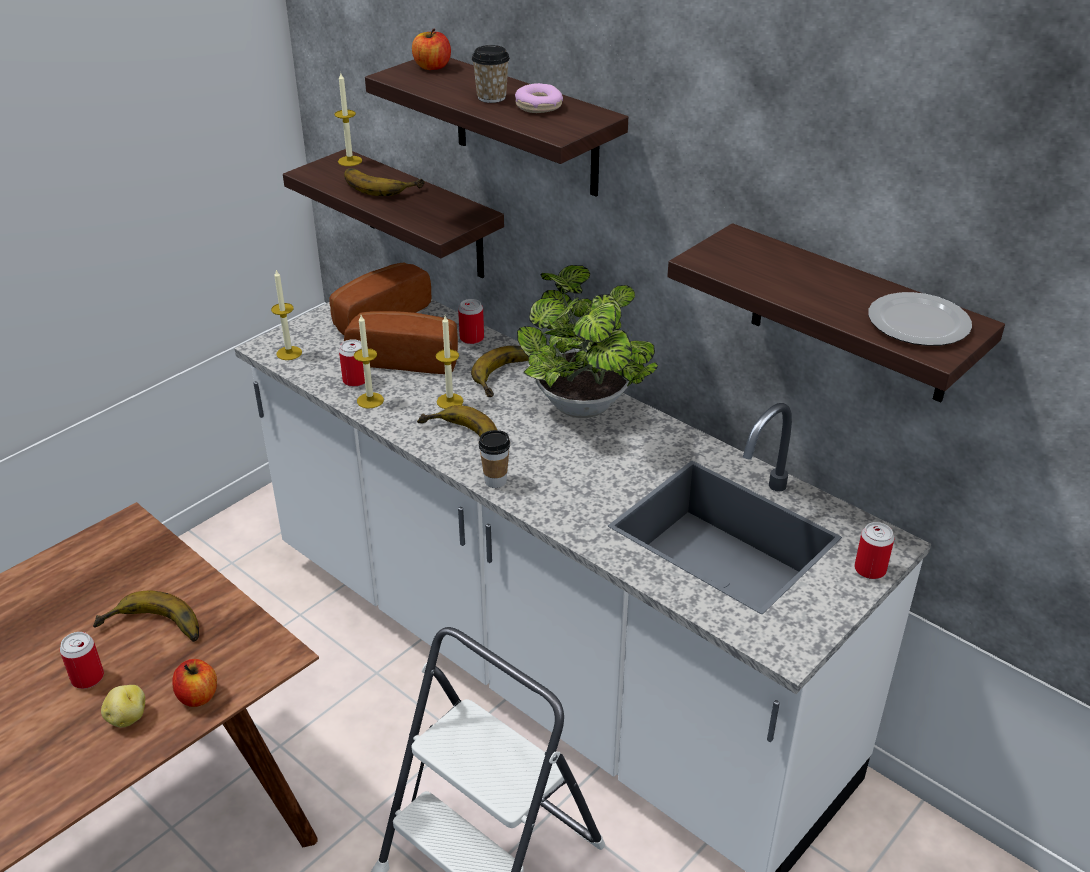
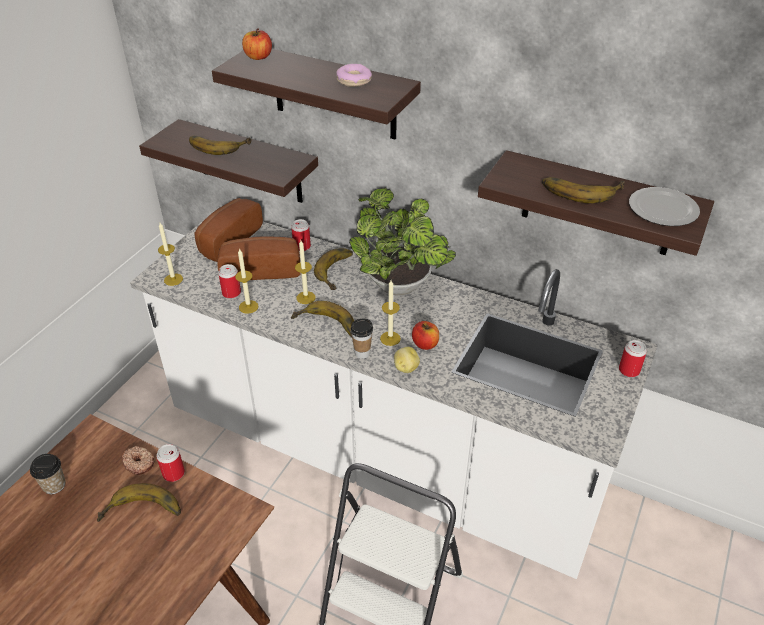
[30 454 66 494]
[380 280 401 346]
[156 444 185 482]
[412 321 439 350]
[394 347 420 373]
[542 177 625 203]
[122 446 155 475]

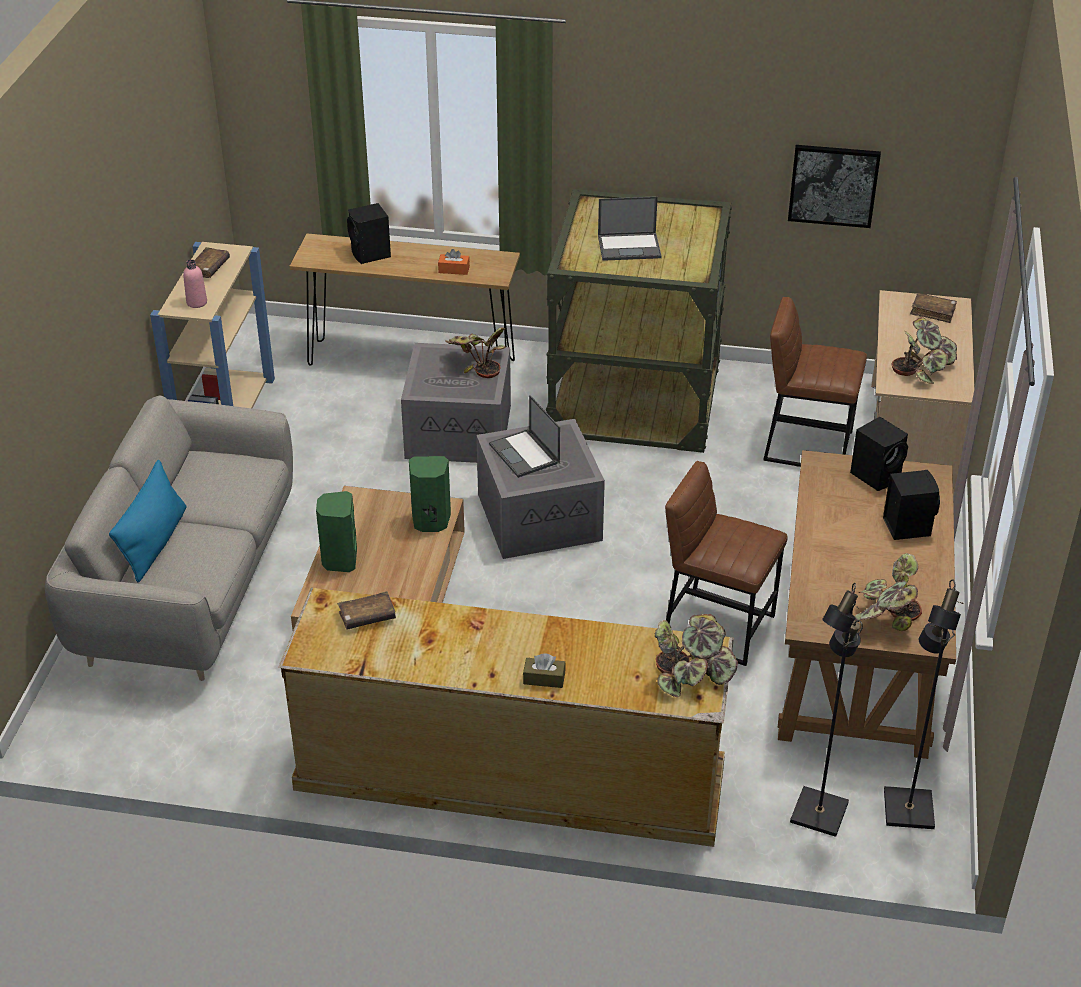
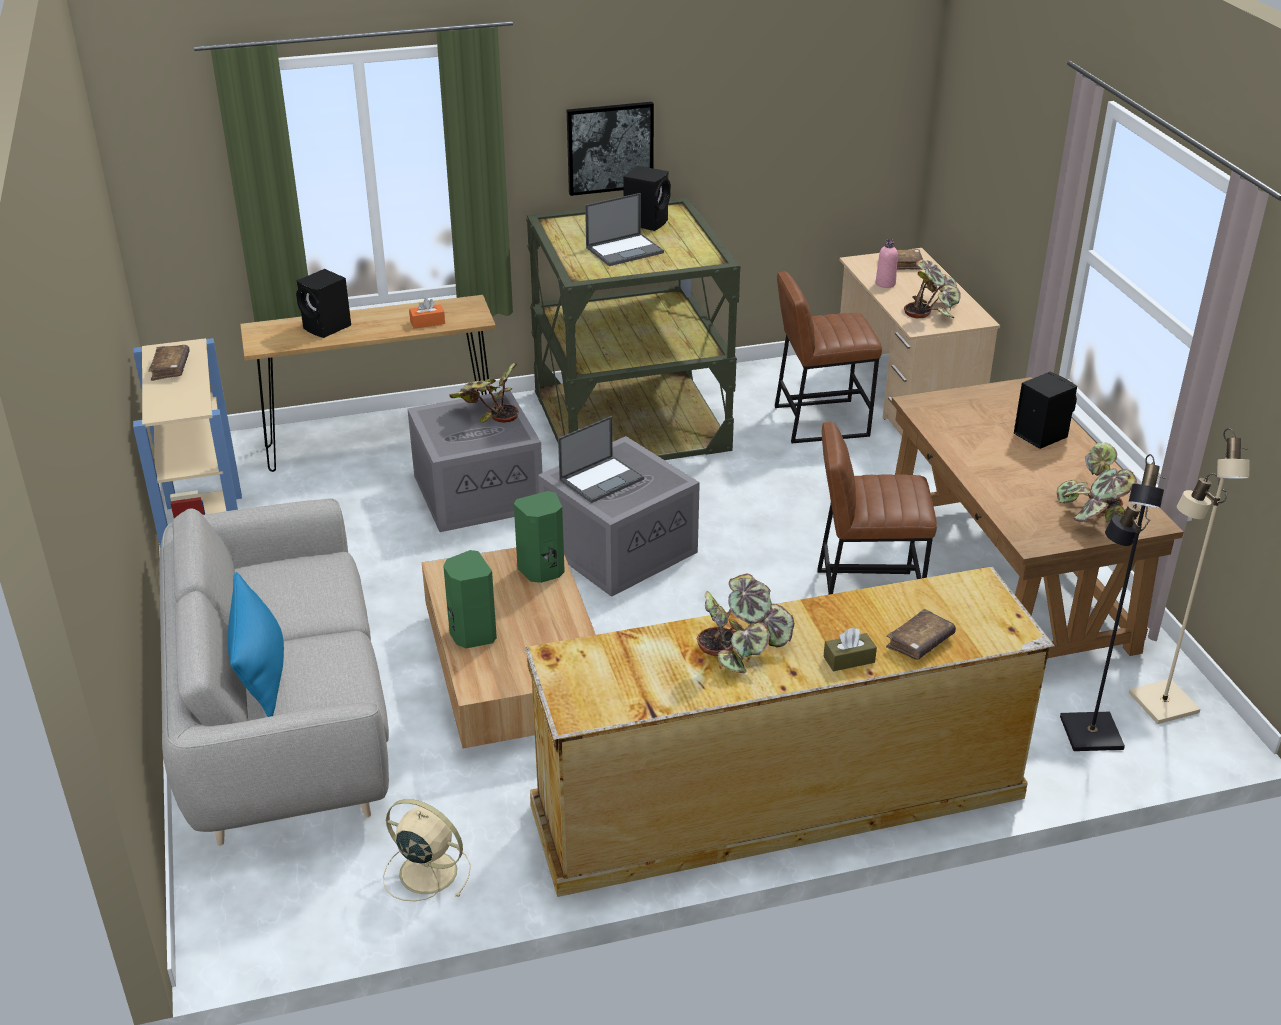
[567 102 654 196]
[876 239 898 288]
[558 416 644 503]
[623 166 671 231]
[1129 428 1250 724]
[886 609 956 660]
[697 573 794 673]
[383 799 471 901]

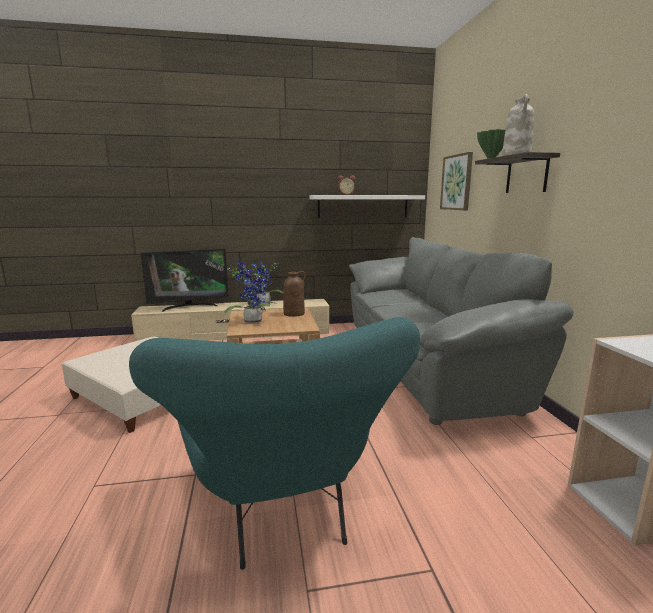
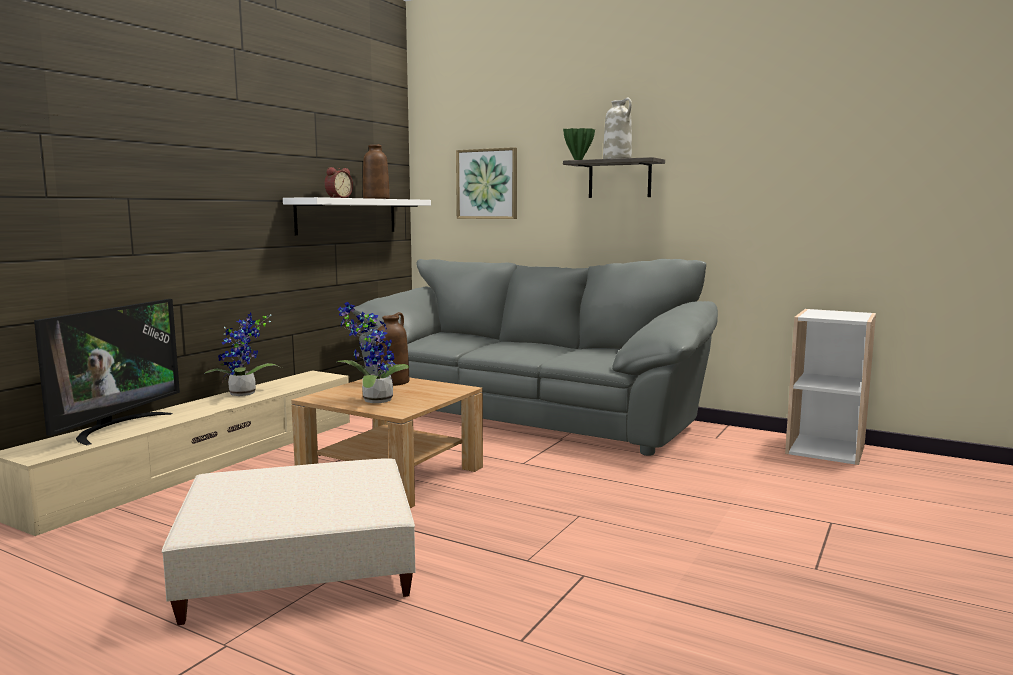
[129 317 420 570] (first image)
[363 144 390 199]

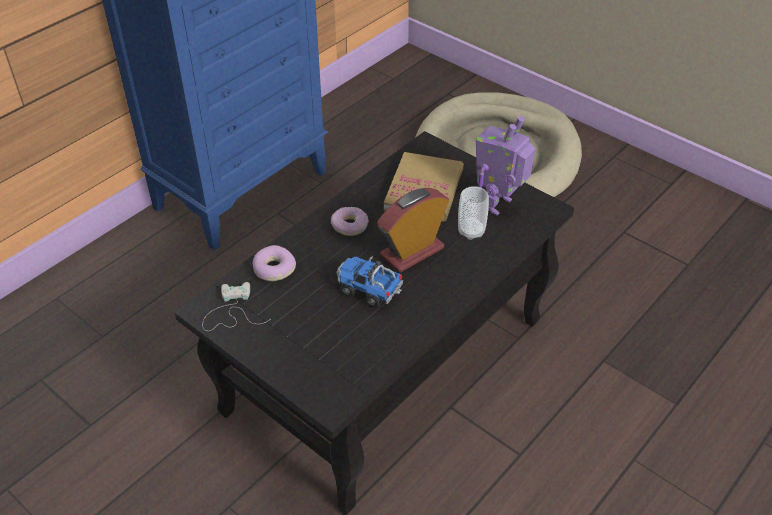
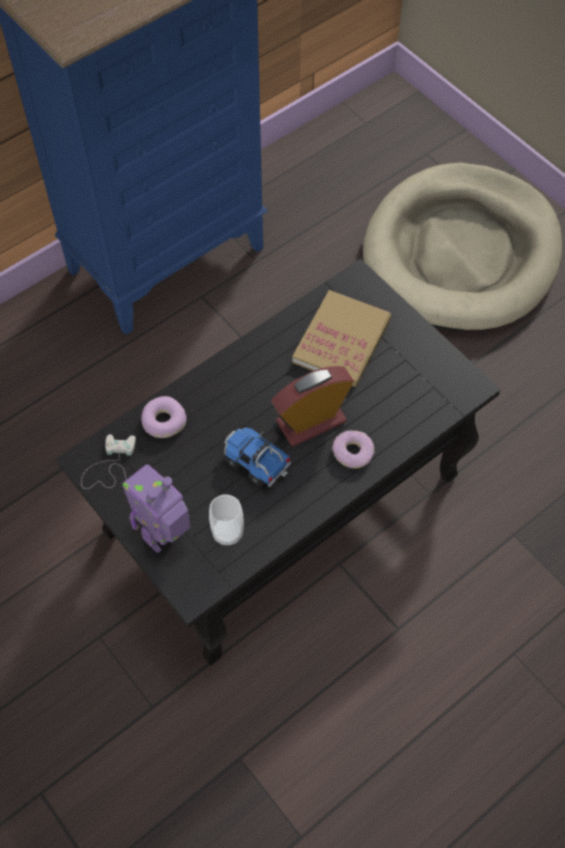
[122 465 190 553]
[209 494 243 545]
[332 430 375 469]

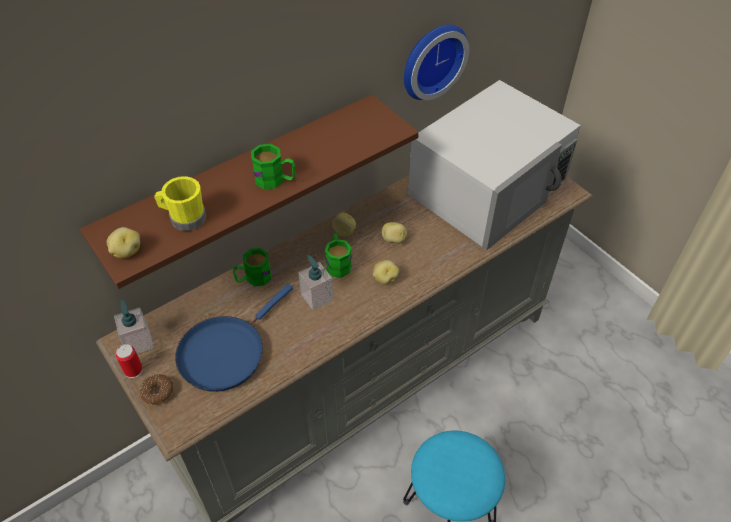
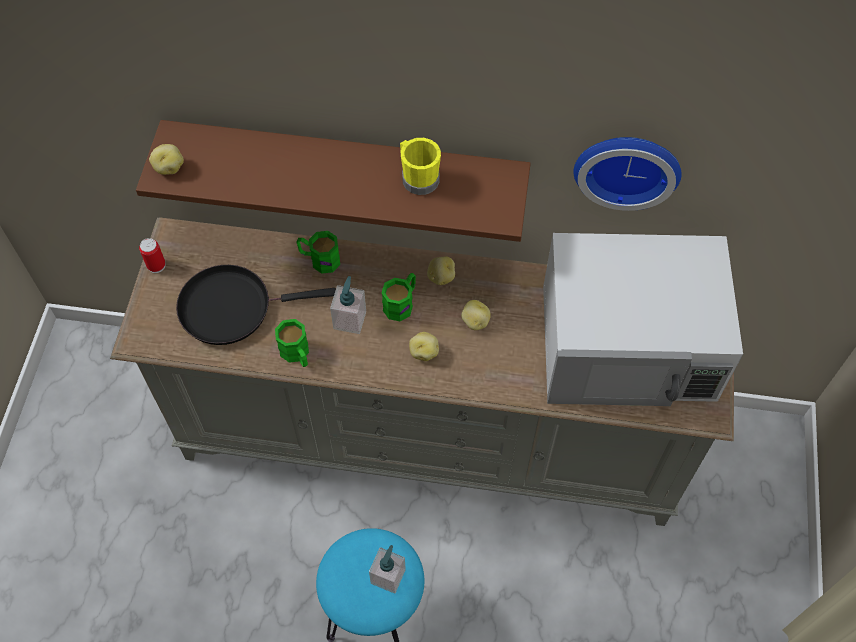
[275 319 309 367]
[400 138 441 195]
[176 265 336 345]
[369 545 406 594]
[140 374 174 405] (first image)

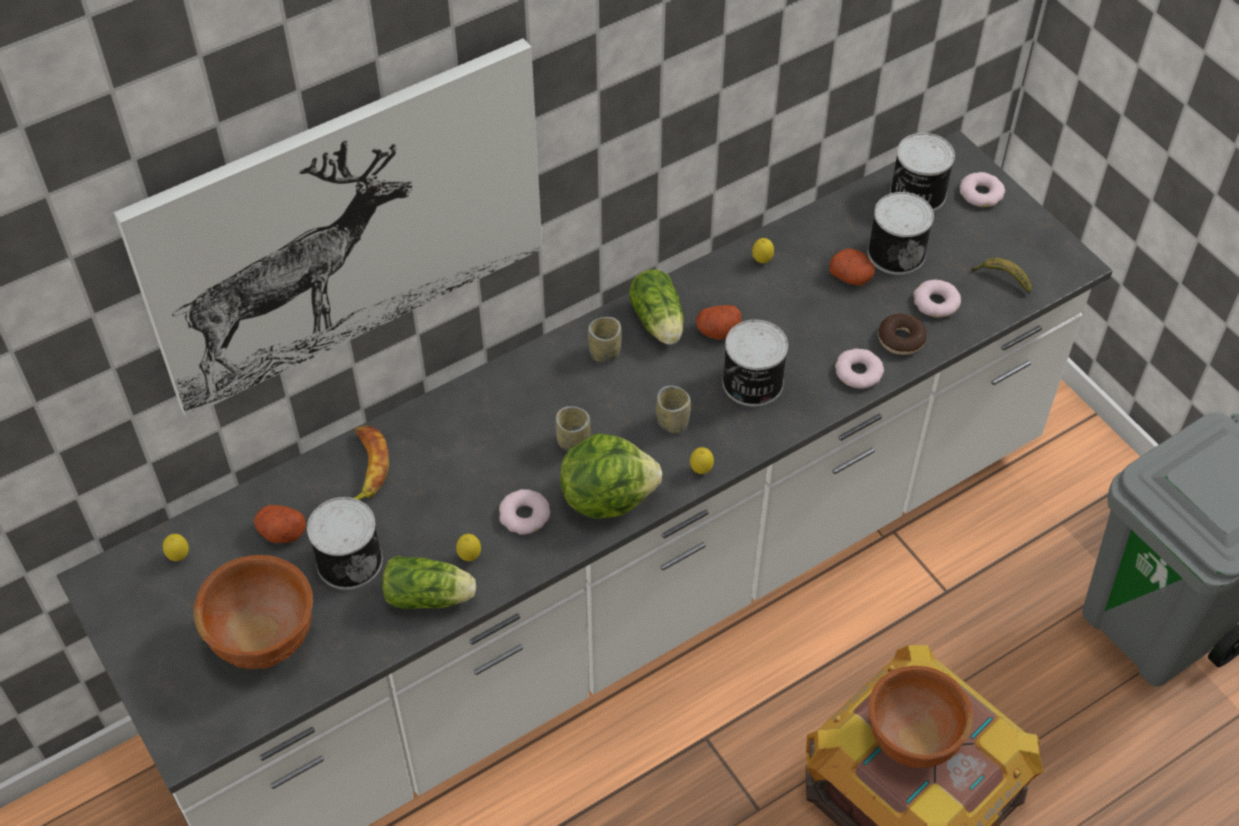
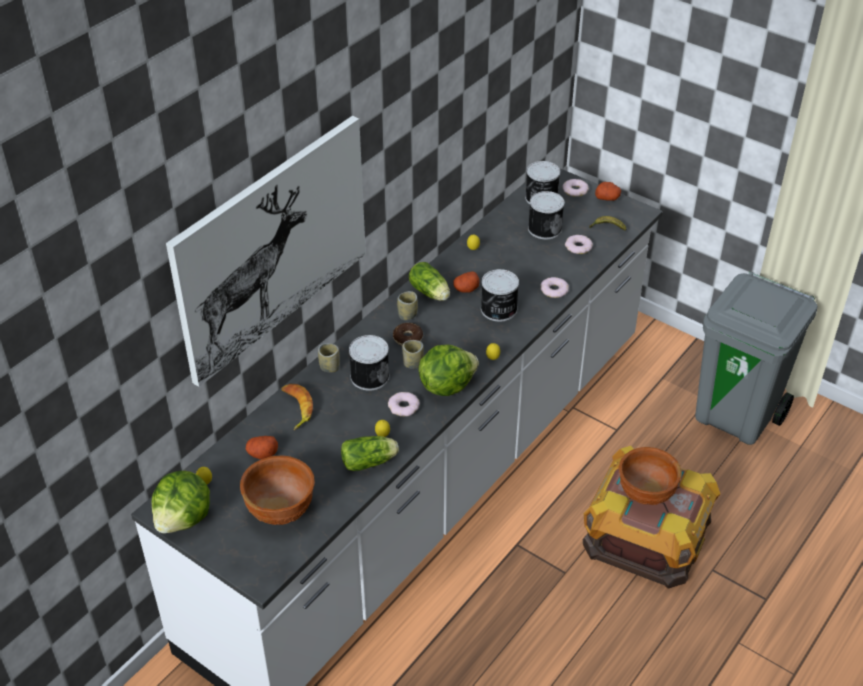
[595 182 621 201]
[393 323 423 346]
[318 343 340 373]
[349 335 389 391]
[152 471 210 533]

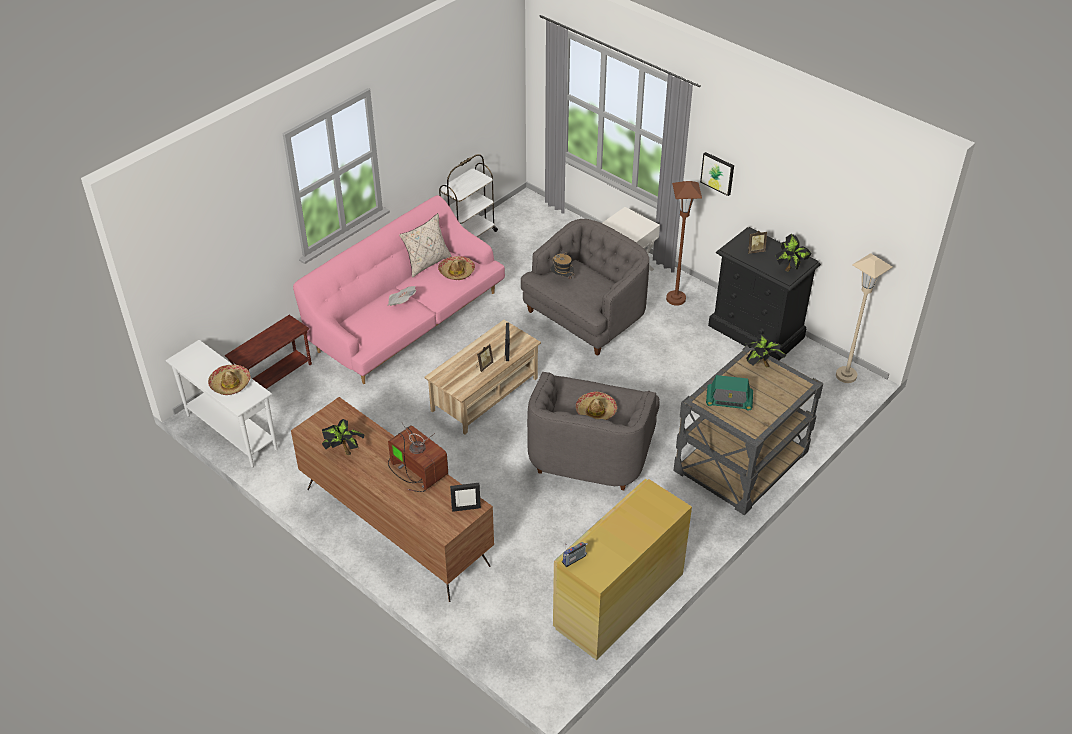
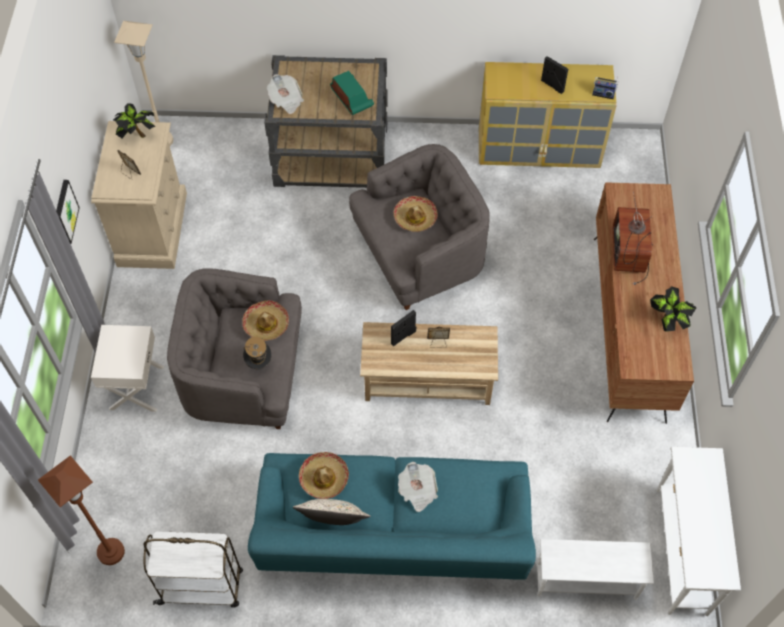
[38 456 125 565]
[248 453 536 580]
[91 121 187 269]
[536 539 654 600]
[267 74 304 114]
[242 300 289 341]
[541 56 568 94]

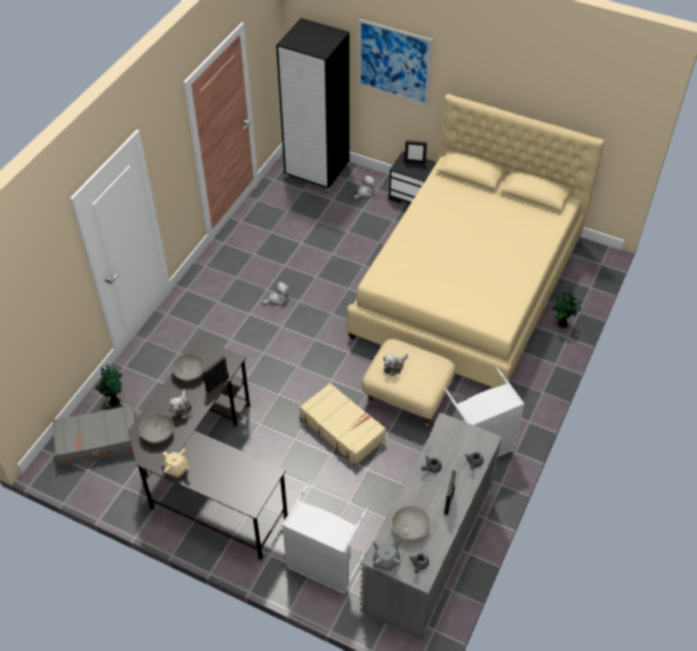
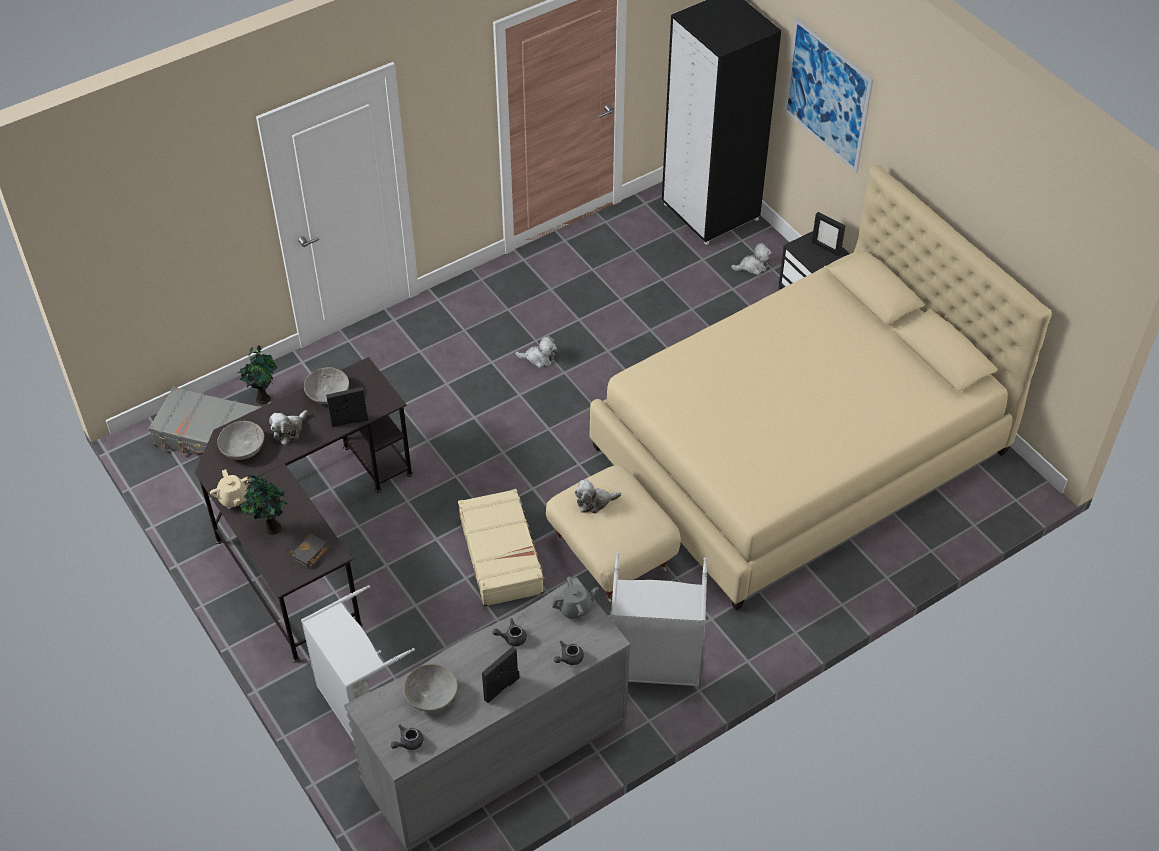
[239 473 288 535]
[551 577 599 619]
[289 534 329 567]

